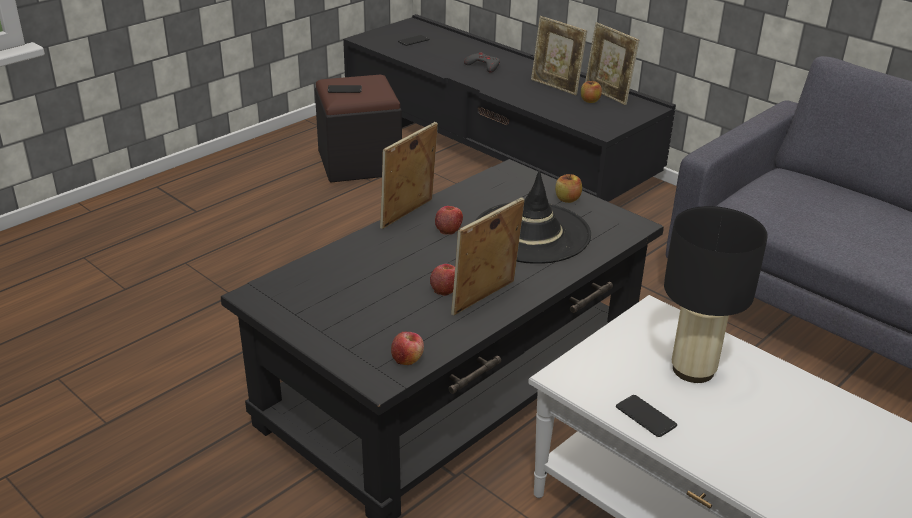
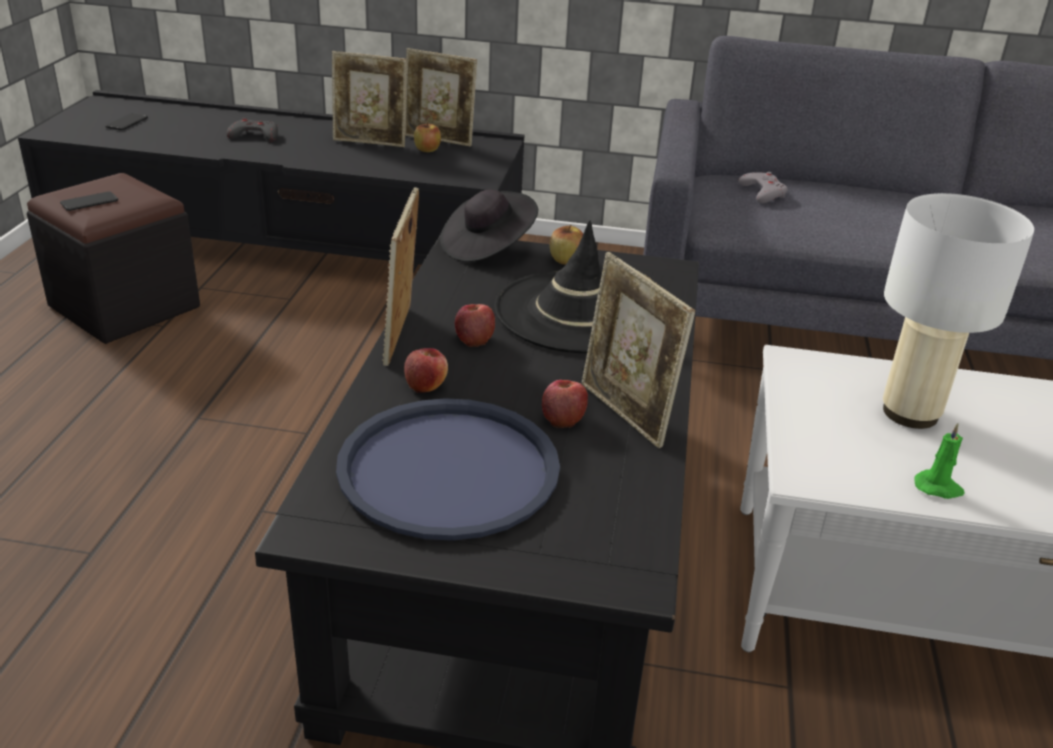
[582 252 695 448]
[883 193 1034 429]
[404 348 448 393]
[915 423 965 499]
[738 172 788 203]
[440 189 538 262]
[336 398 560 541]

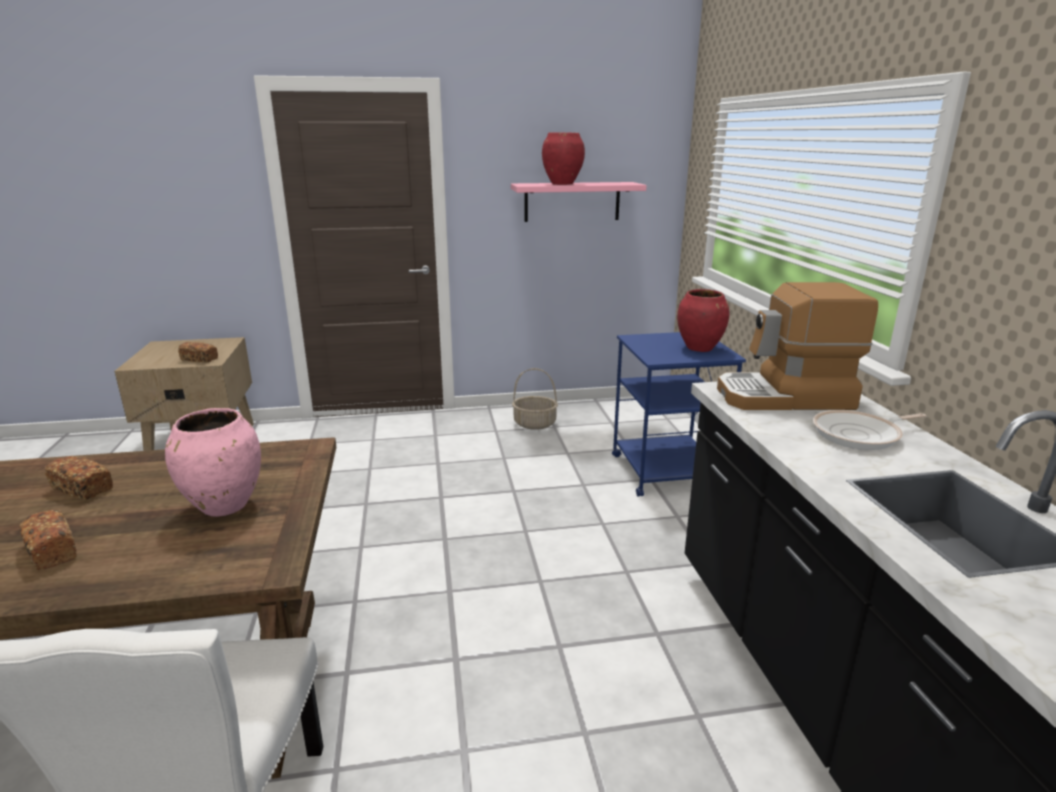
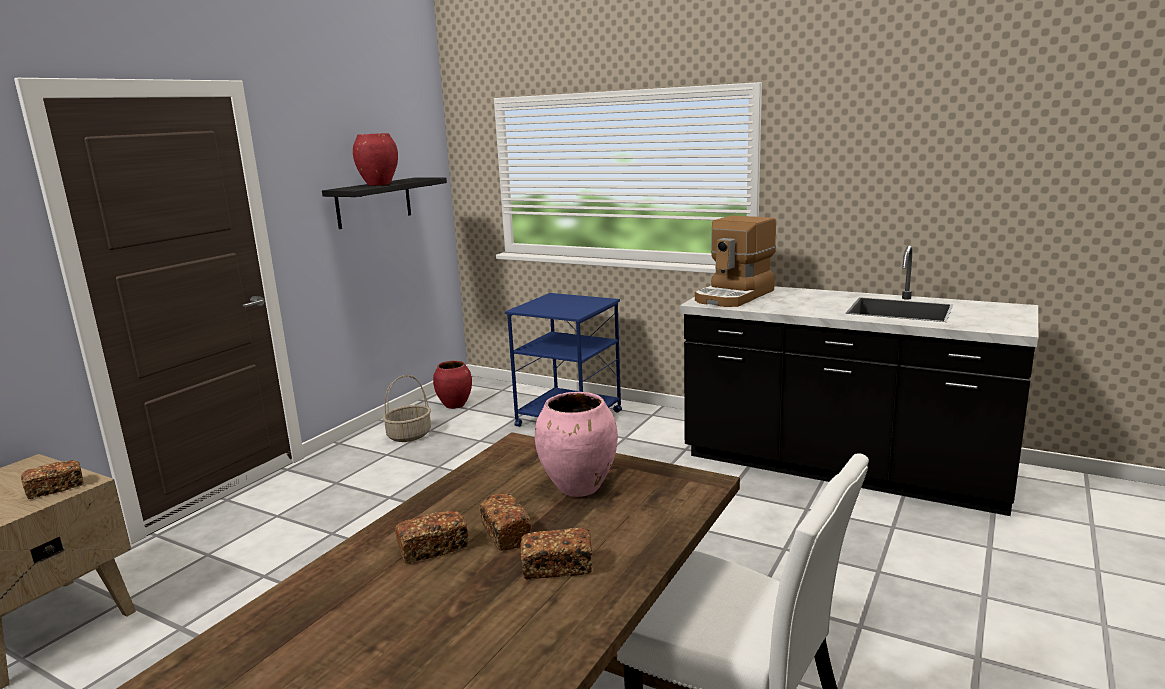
[322 177 447 229]
[433 361 472 409]
[813 410 926 450] (first image)
[479 493 532 551]

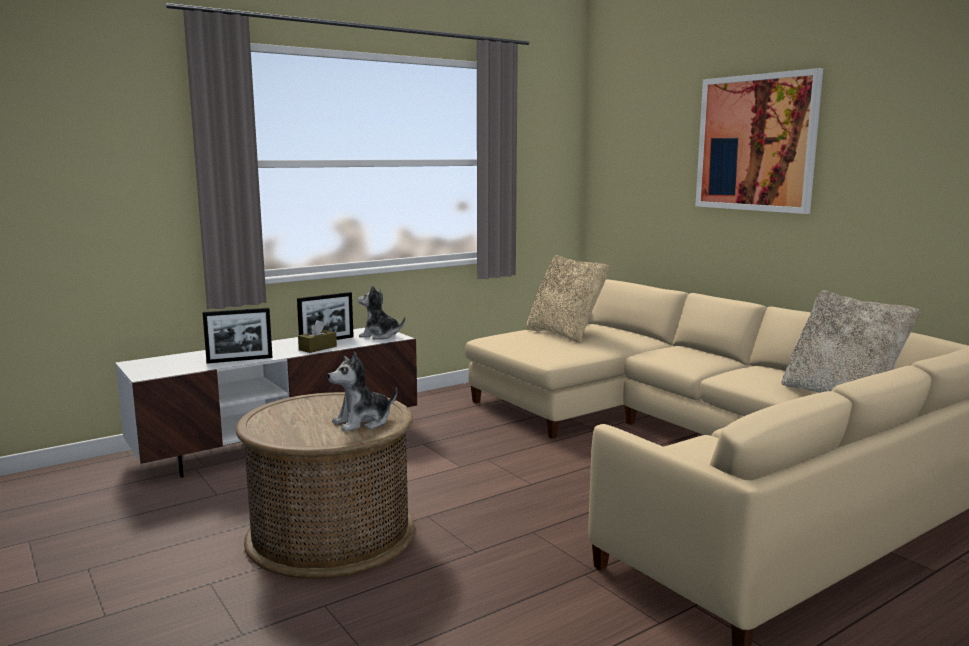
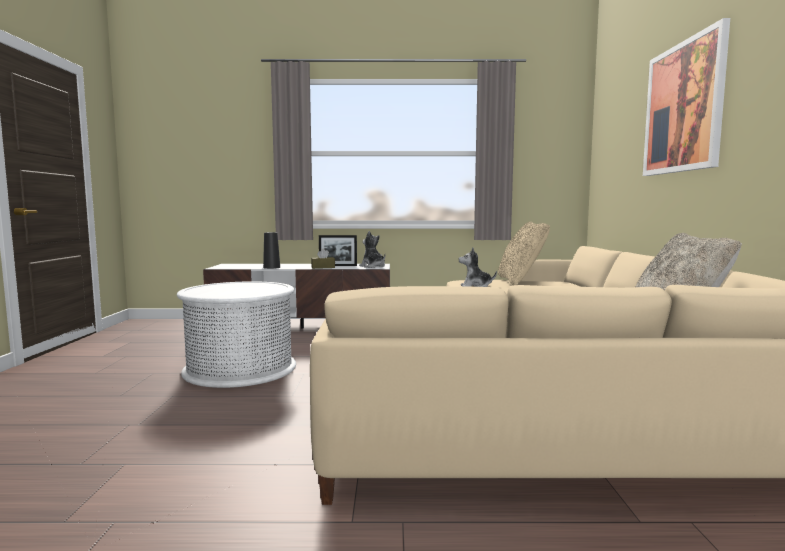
[263 232 280 269]
[458 248 497 287]
[177 281 296 388]

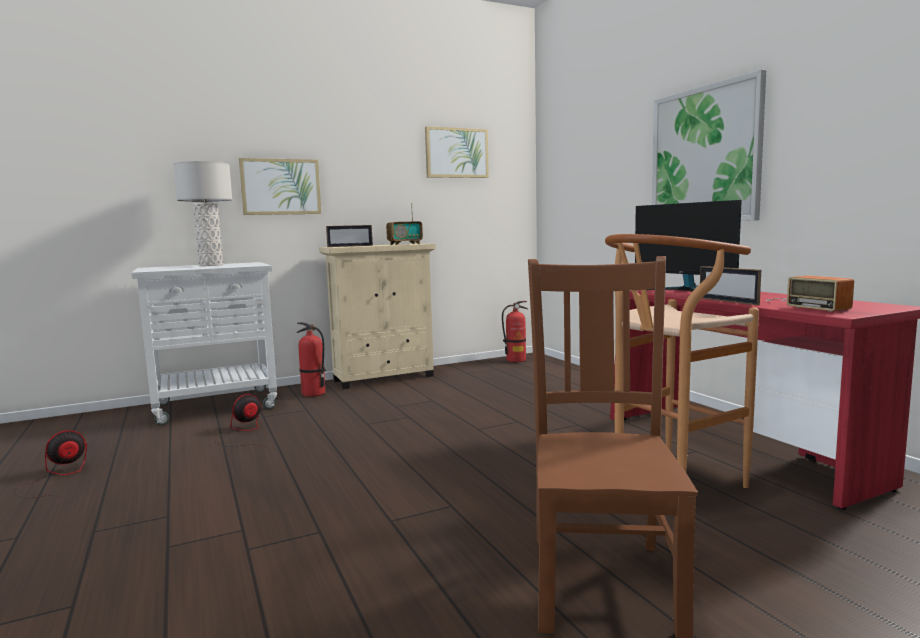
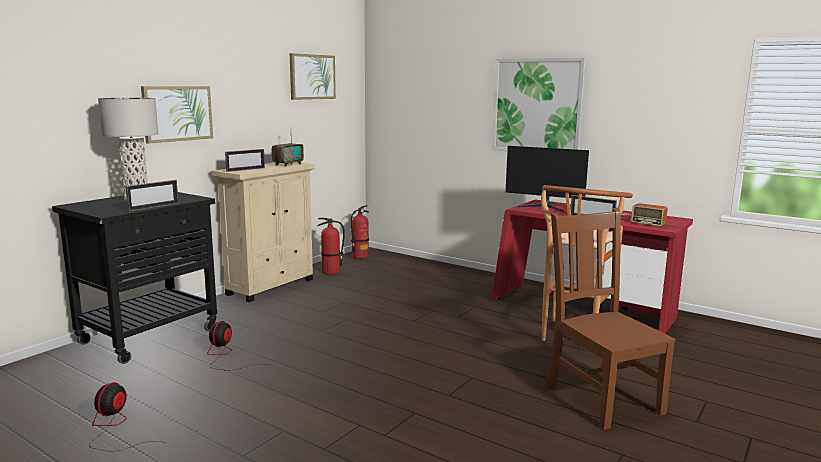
[52 192 217 364]
[317 218 345 275]
[126 180 179 211]

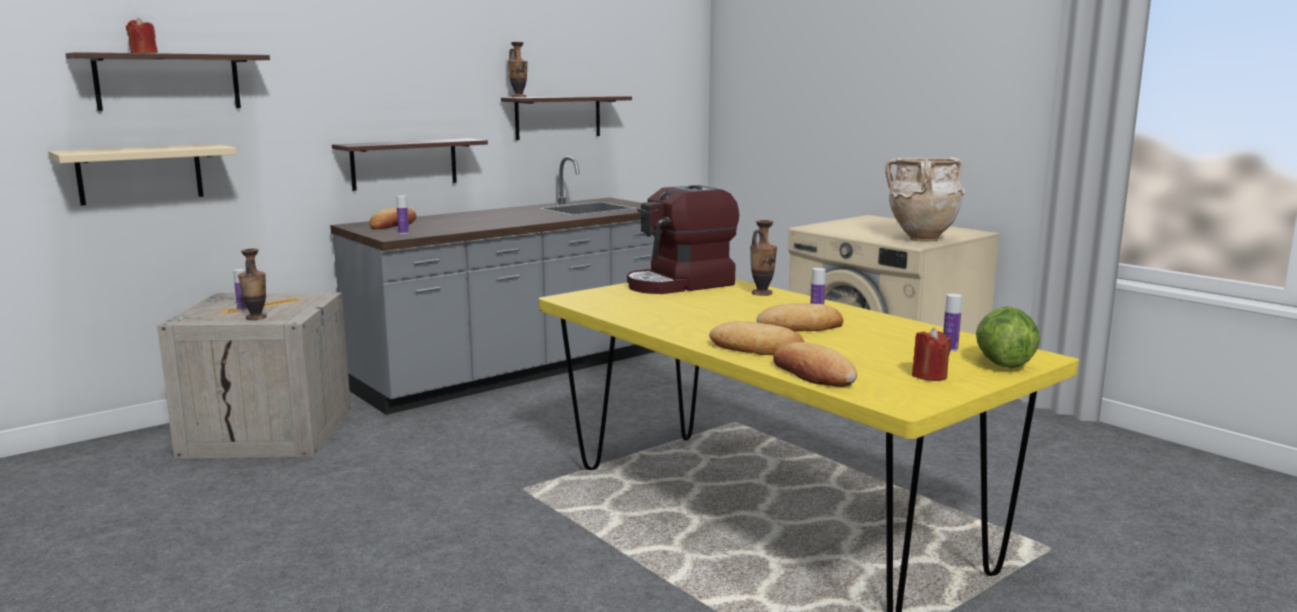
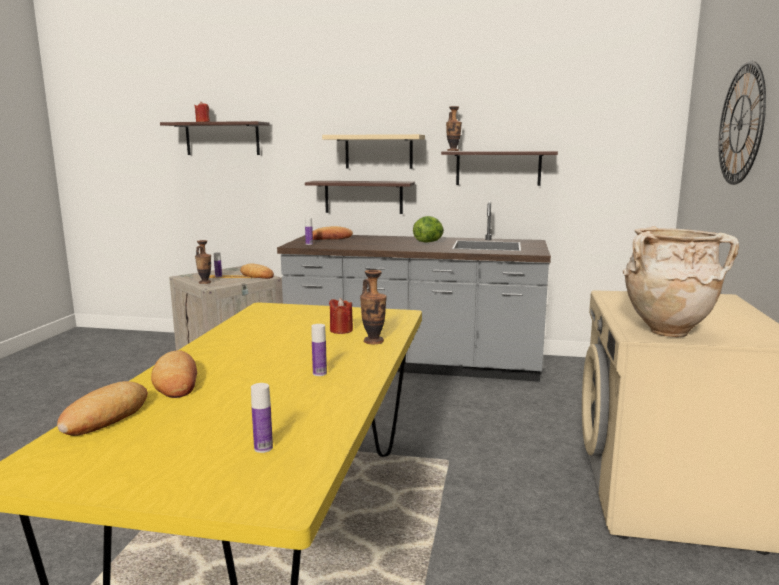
[322 134 425 169]
[627 185 739 294] (first image)
[240 263 274 279]
[413 216 444 243]
[329 298 353 334]
[718 61 766 185]

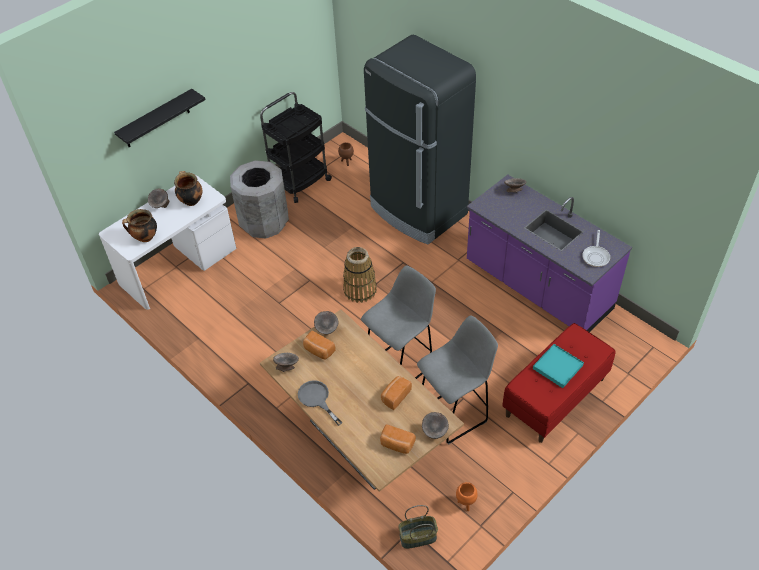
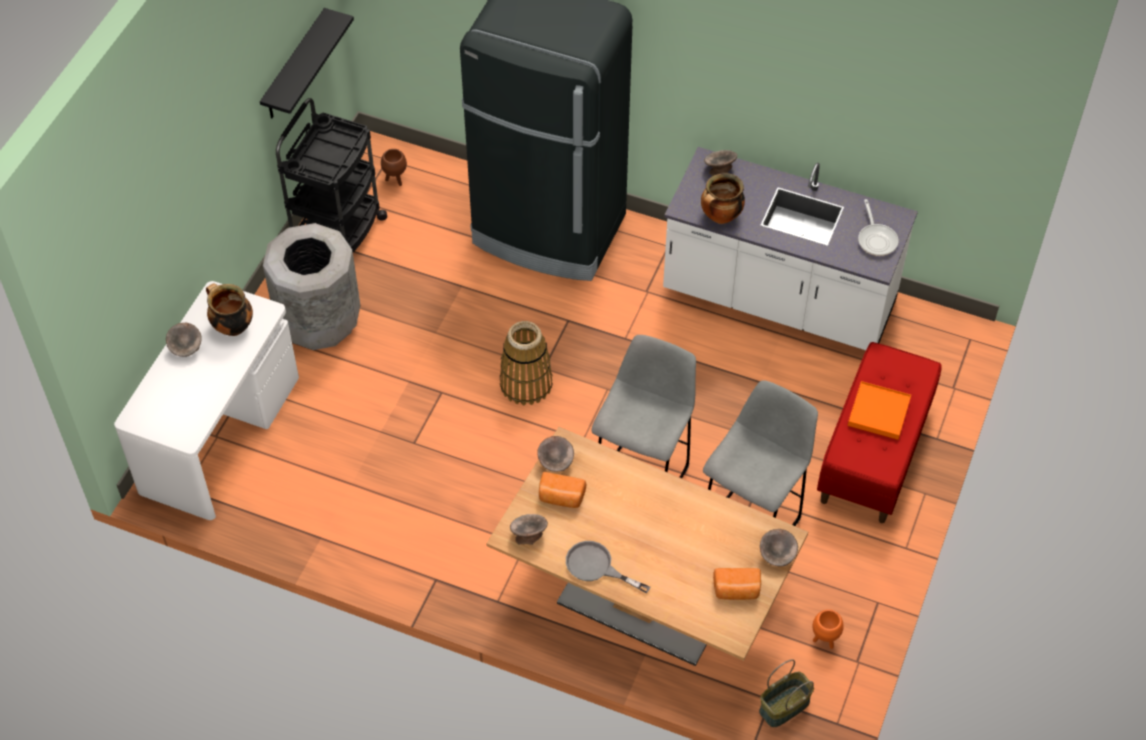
[260 8 354 118]
[663 147 918 350]
[701 173 745 224]
[848 381 911 440]
[381 376 412 410] (first image)

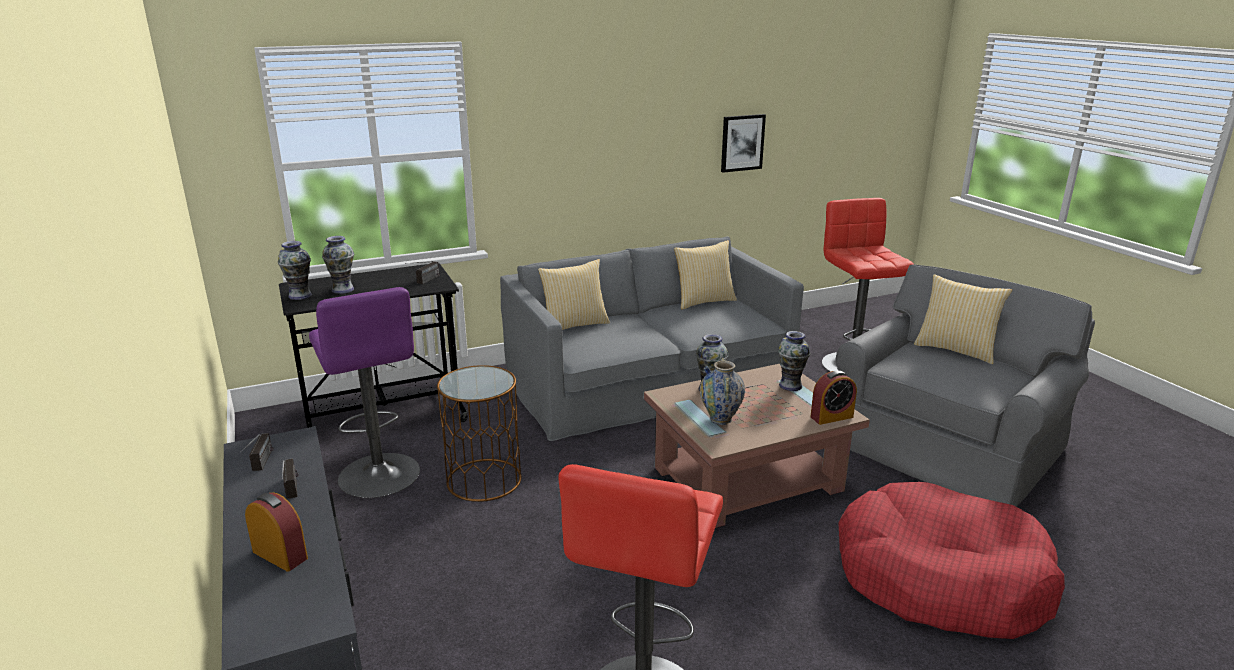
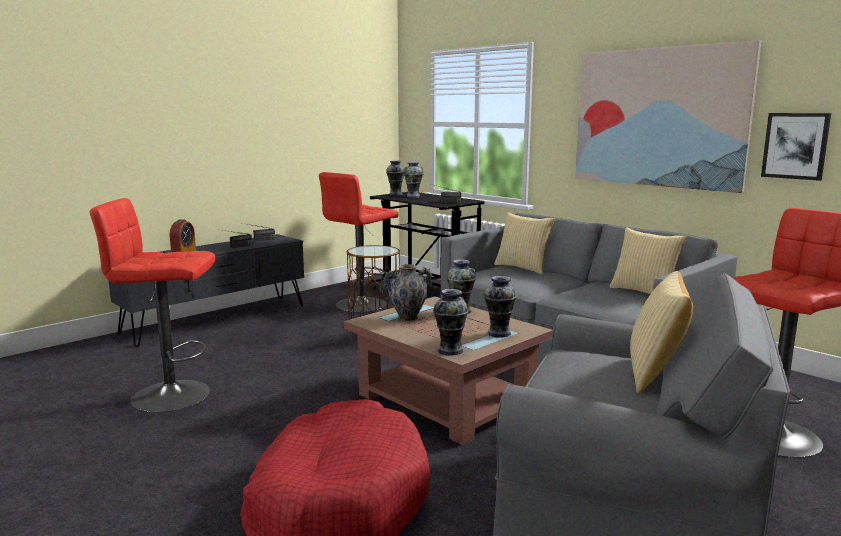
[319 172 399 312]
[433 289 468 355]
[575 40 761 193]

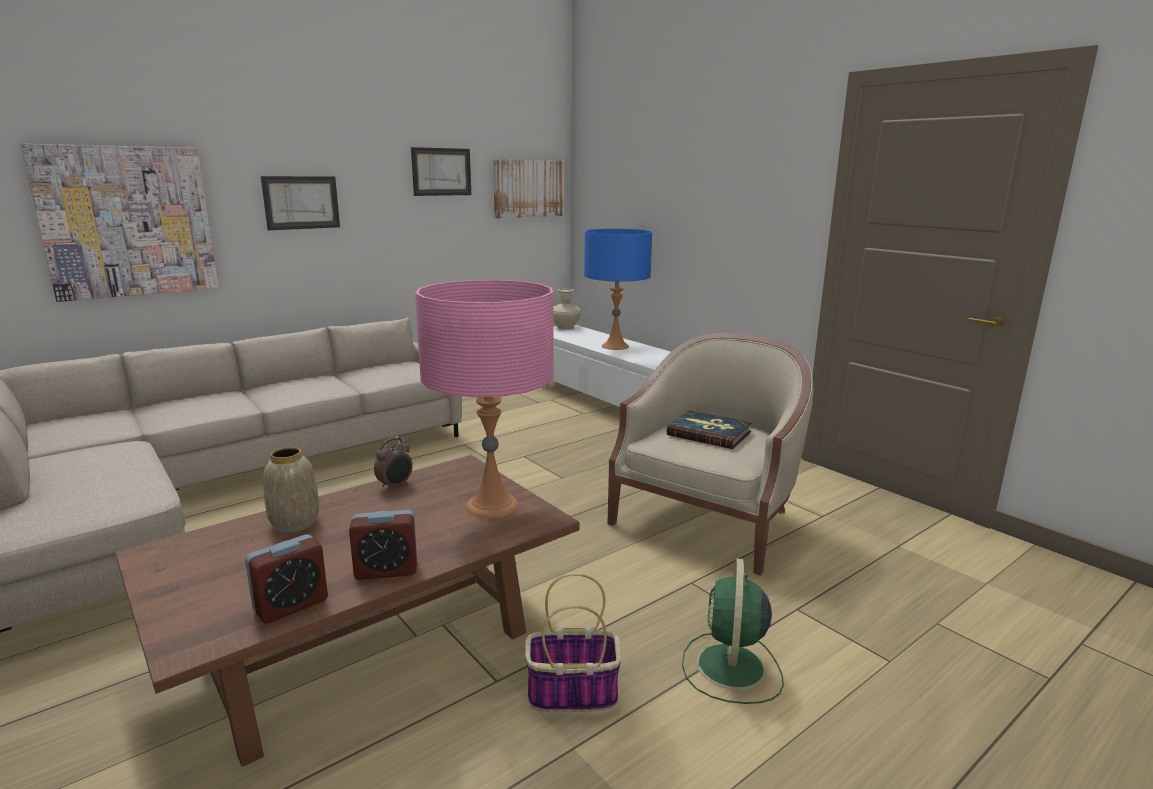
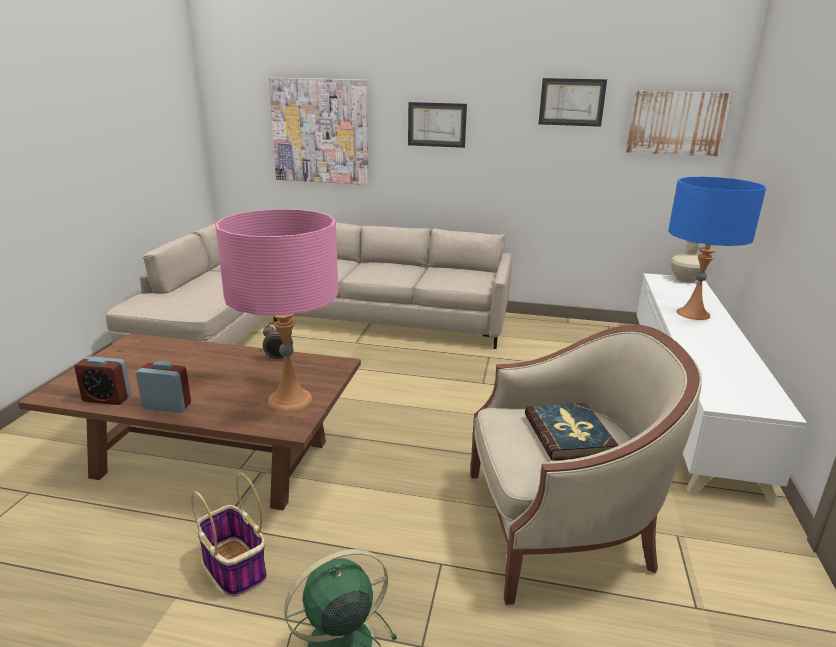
[263 447 319 533] (first image)
[136 361 191 413]

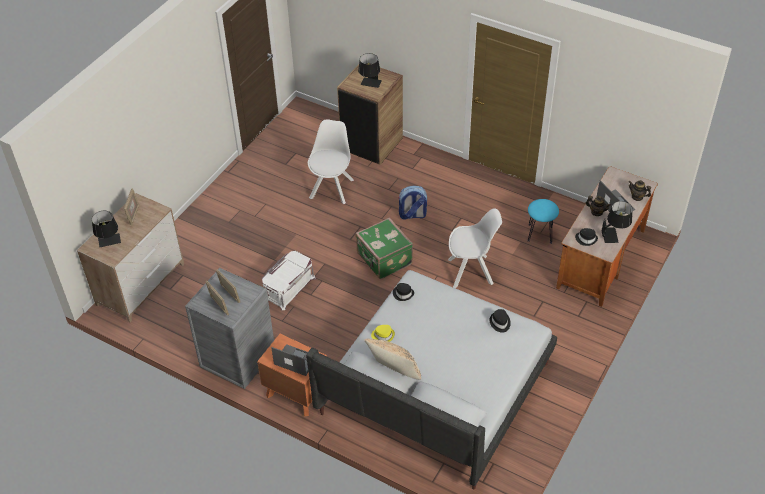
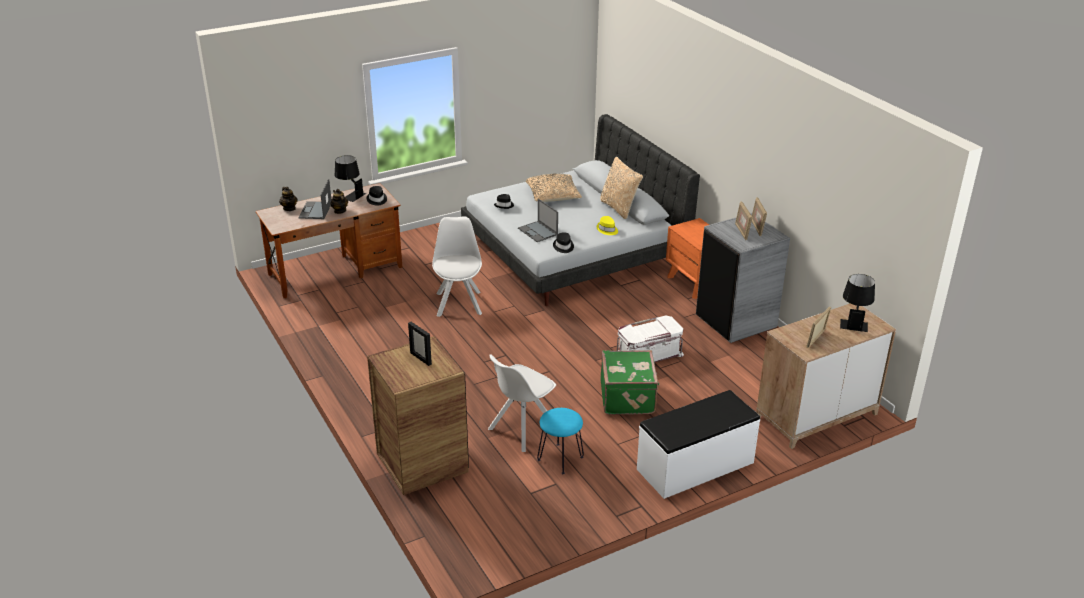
[408 322 432 366]
[399 186 427 220] (first image)
[537 408 584 474]
[432 216 482 317]
[600 350 659 414]
[518 199 558 242]
[526 174 582 202]
[637 390 760 499]

